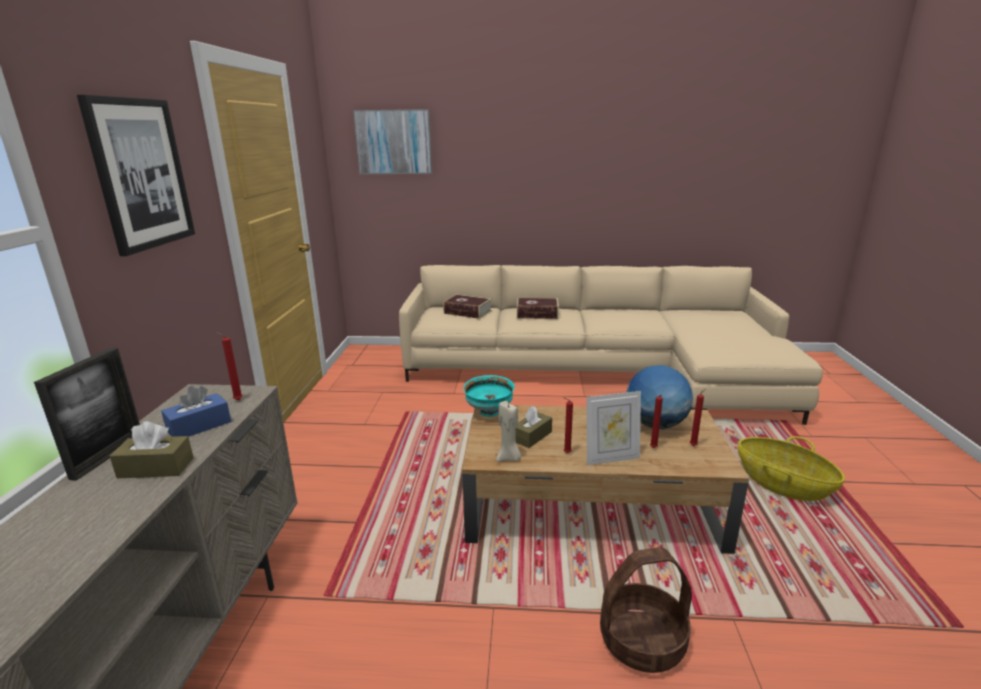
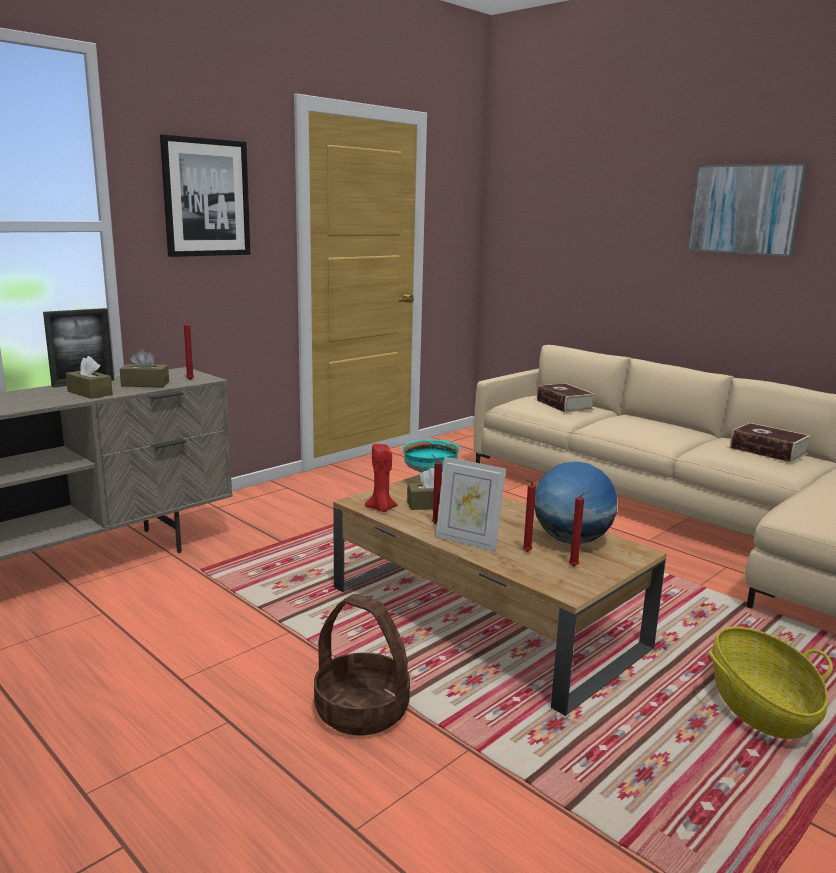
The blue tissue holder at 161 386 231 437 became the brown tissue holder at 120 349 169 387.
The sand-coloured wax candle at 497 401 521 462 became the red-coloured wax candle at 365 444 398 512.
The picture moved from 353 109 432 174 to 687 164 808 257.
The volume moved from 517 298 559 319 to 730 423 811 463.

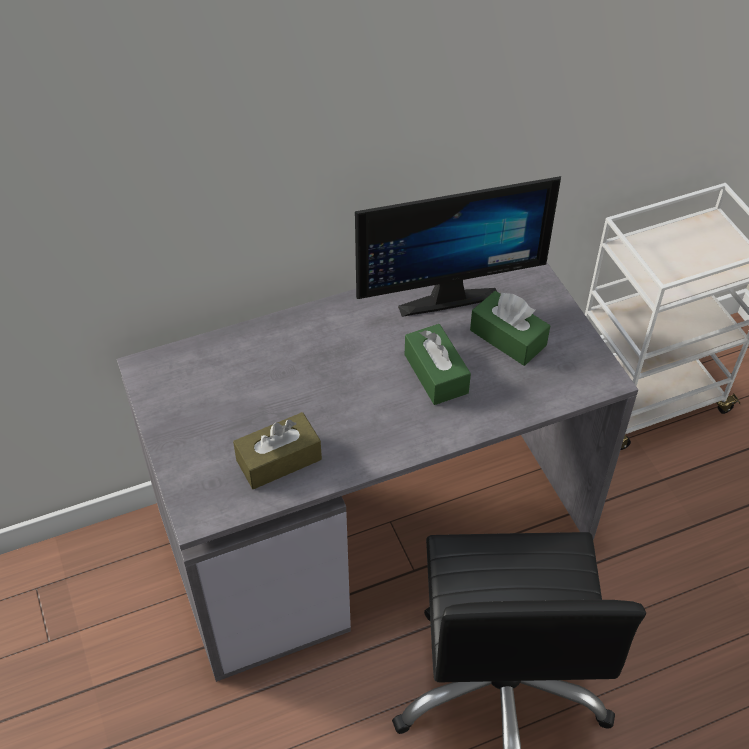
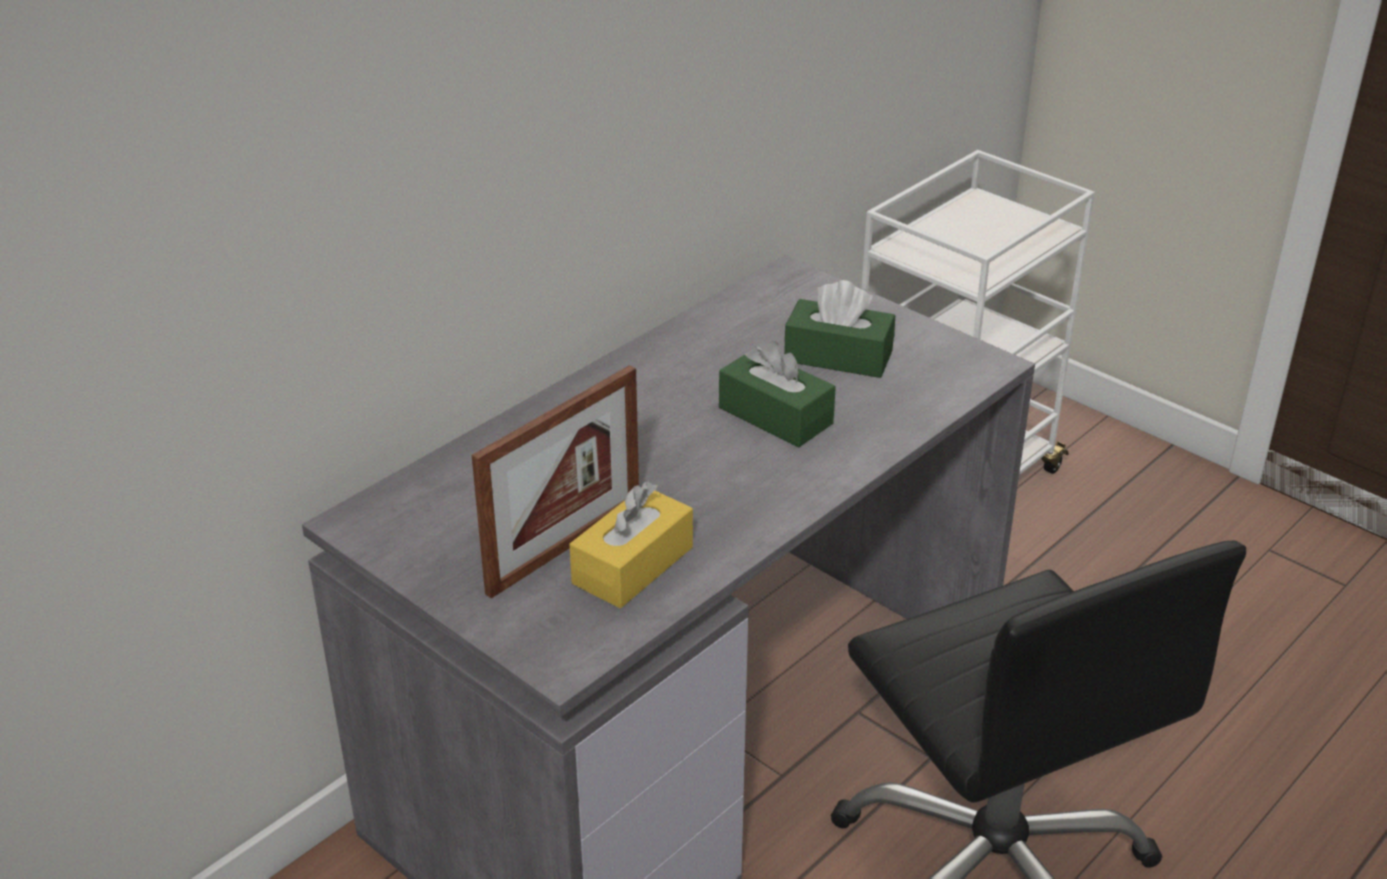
The picture frame at 472 365 639 599 appeared.
The brown tissue holder at 233 412 322 489 became the yellow tissue holder at 569 481 693 608.
The computer display at 355 176 561 317 disappeared.

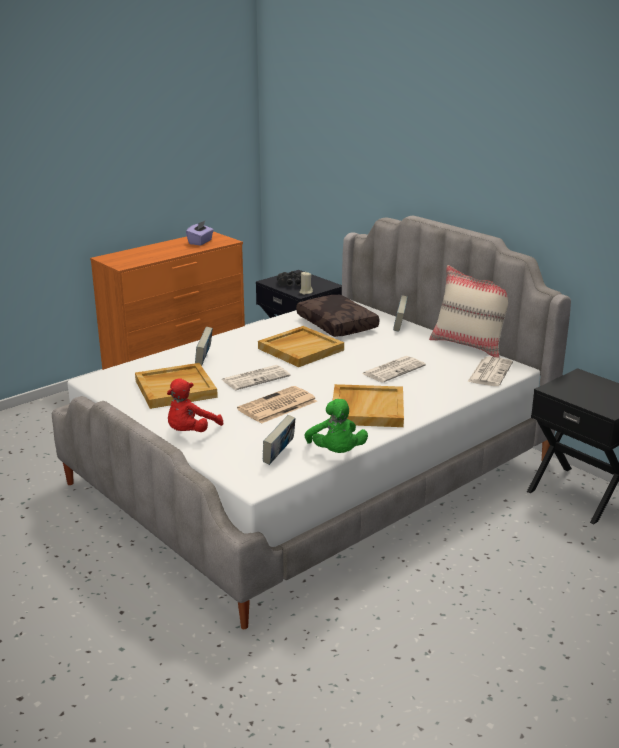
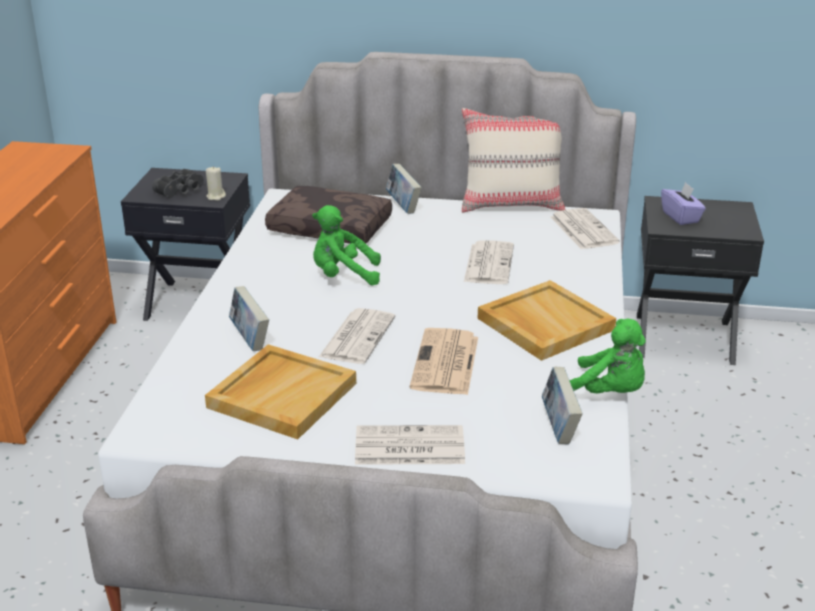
The sand-coloured carrying tray at 258 326 344 367 was replaced by the green plush toy at 312 205 381 286.
The red-coloured plush toy at 167 378 223 432 was replaced by the daily paper at 355 425 465 465.
The purple tissue holder moved from 186 221 214 246 to 661 182 706 225.

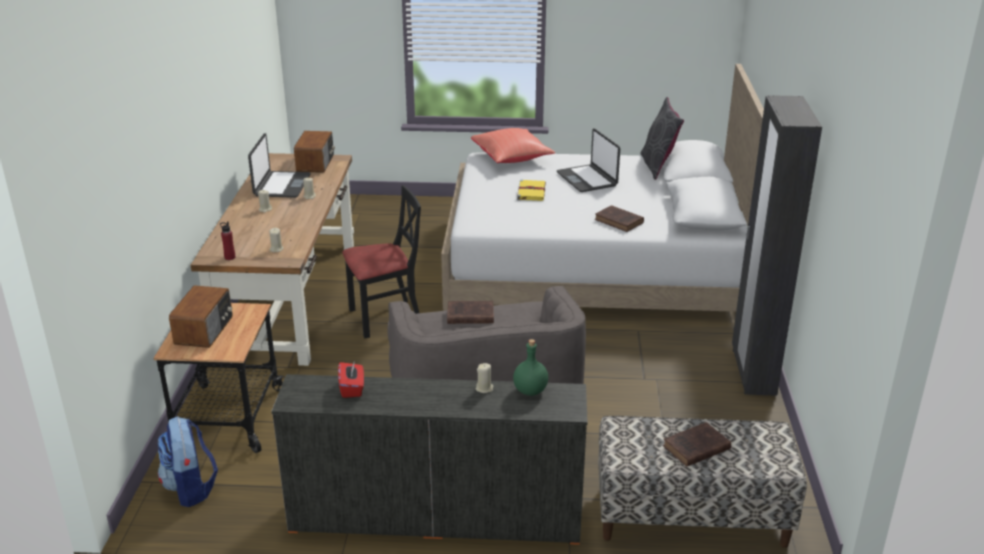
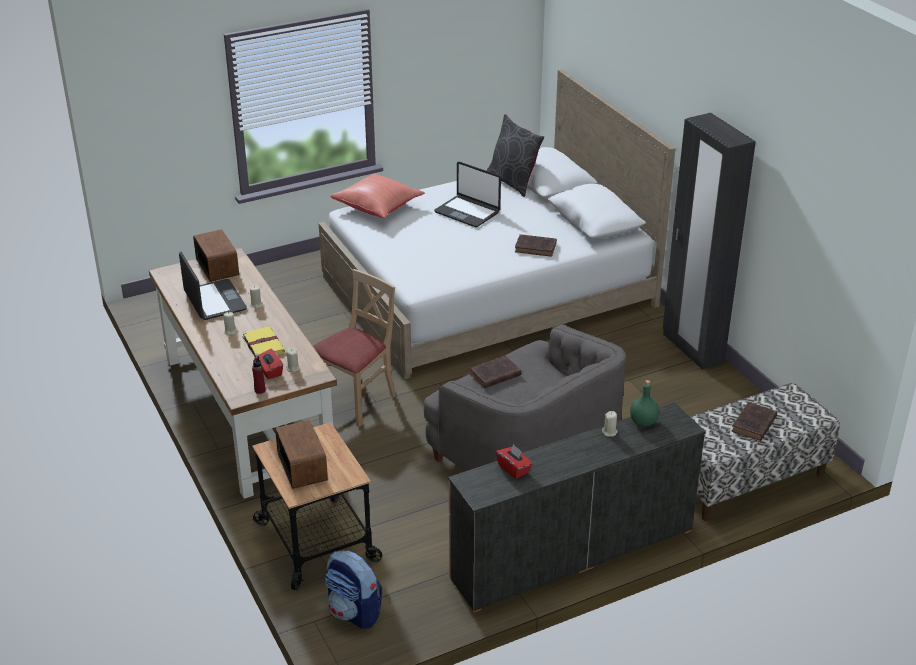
The yellow volume moved from 517 180 546 201 to 242 326 285 357.
The red-coloured tissue holder at 255 349 283 379 appeared.
The black chair at 342 185 421 338 became the sand-coloured chair at 313 269 396 427.

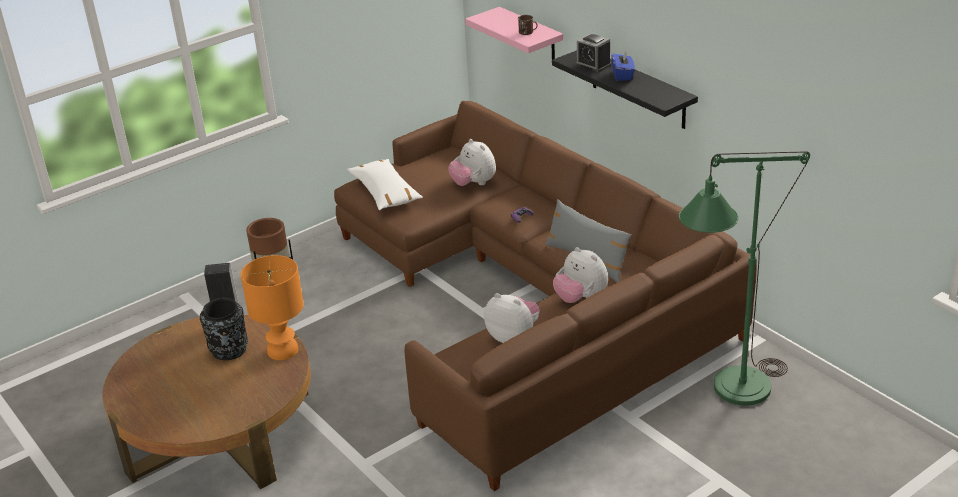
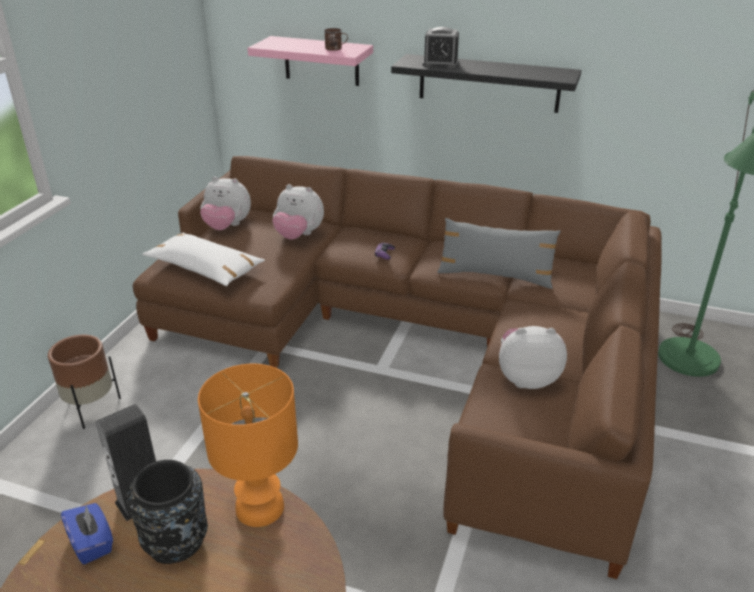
The blue tissue holder moved from 611 51 635 81 to 61 503 113 564.
The plush toy moved from 553 247 608 303 to 200 177 251 230.

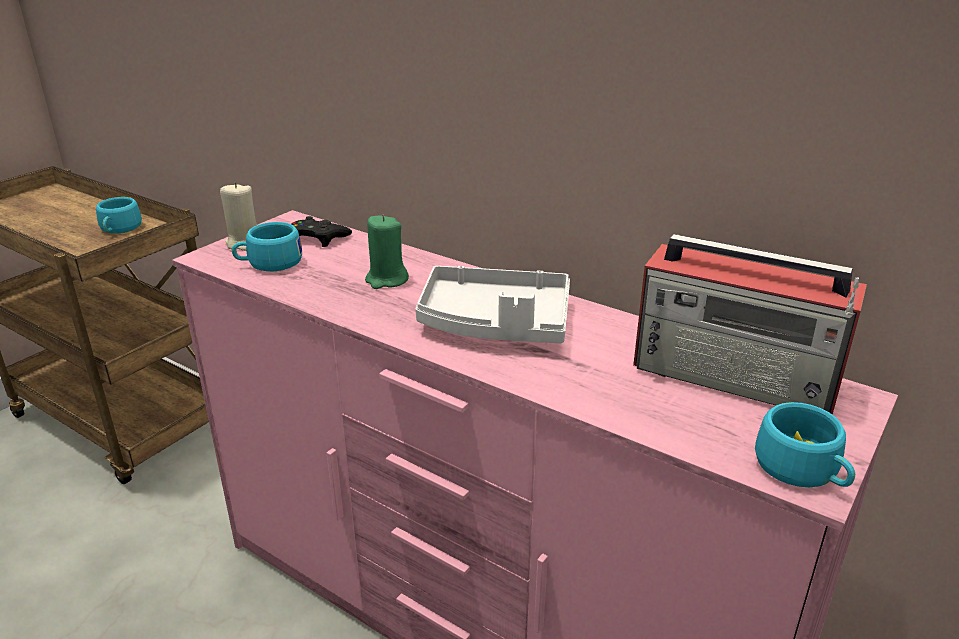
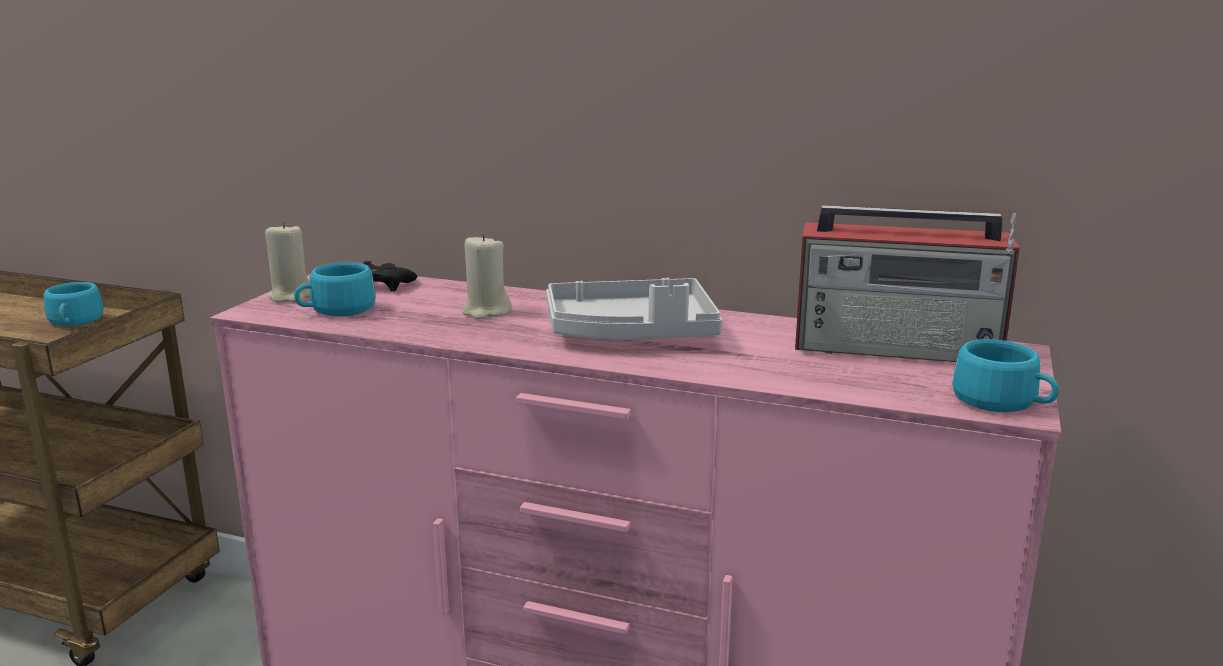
The green wax candle at 365 214 409 289 became the sand-coloured wax candle at 462 234 512 320.

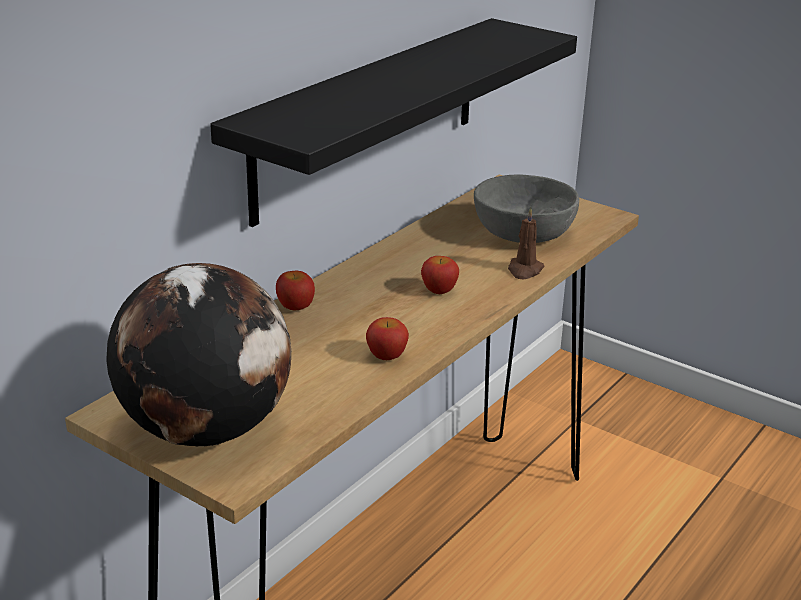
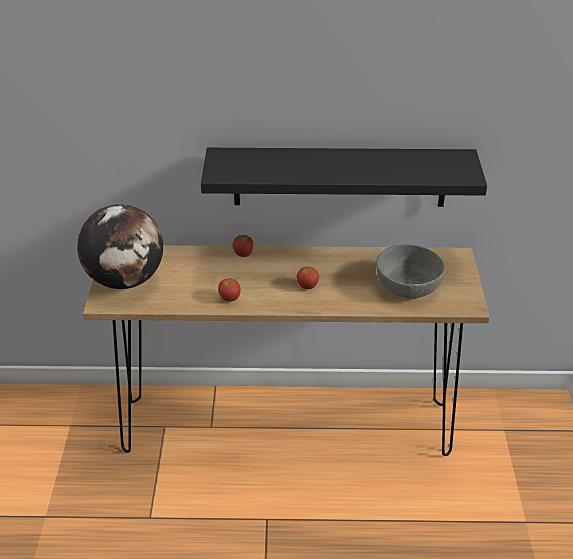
The brown wax candle at 508 207 545 279 disappeared.

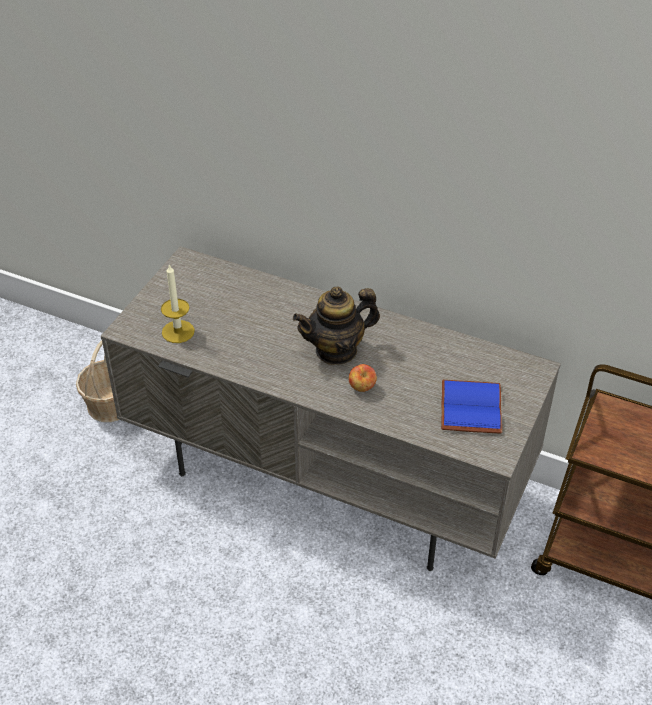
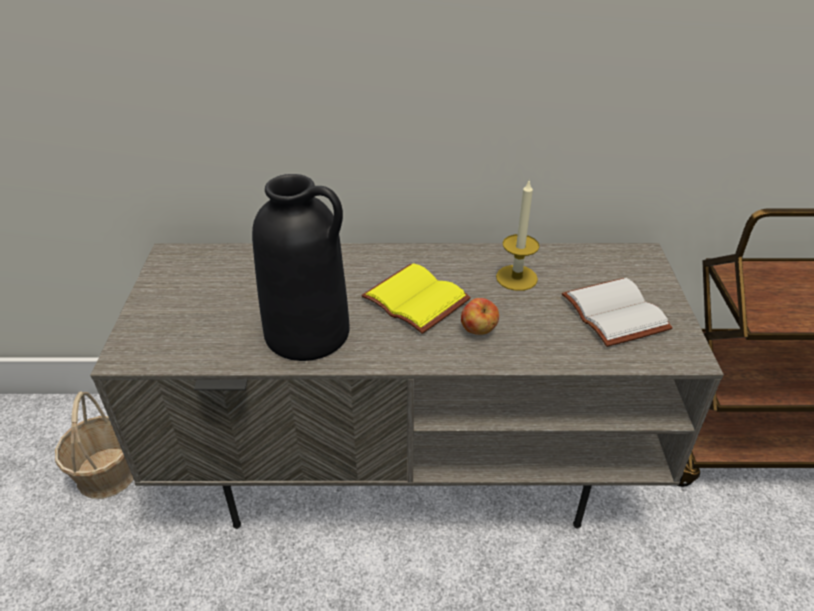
The black vase at 252 174 350 361 appeared.
The teapot at 293 286 380 365 was replaced by the yellow volume at 361 263 471 334.
The wax candle moved from 161 264 195 343 to 496 179 540 291.
The blue volume at 441 380 502 434 became the white volume at 562 278 673 347.

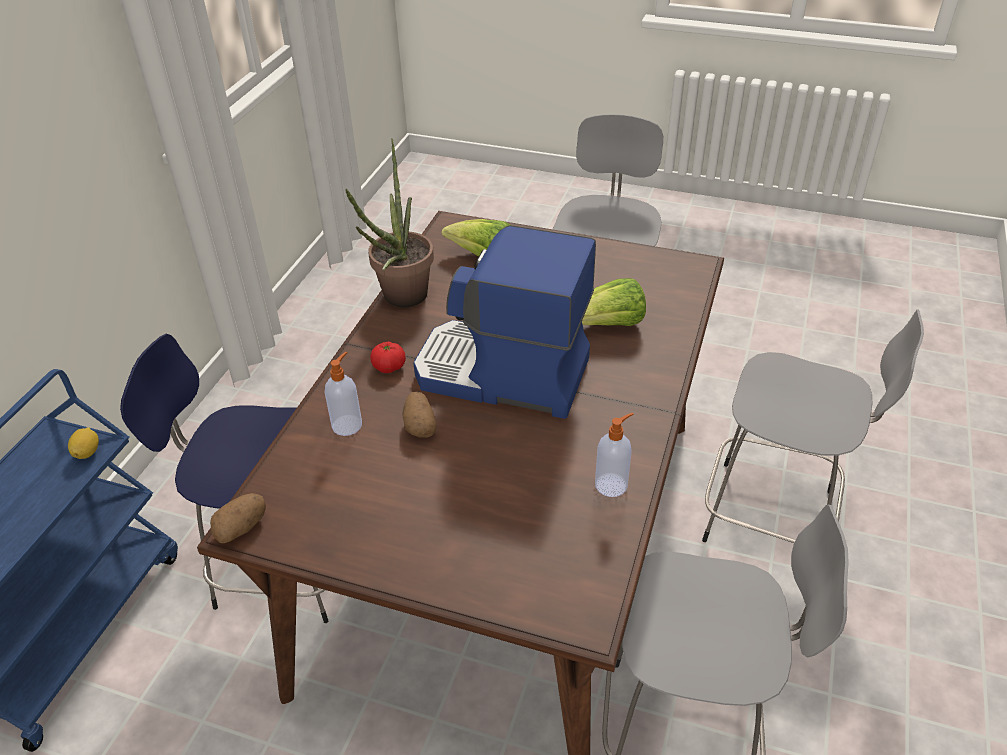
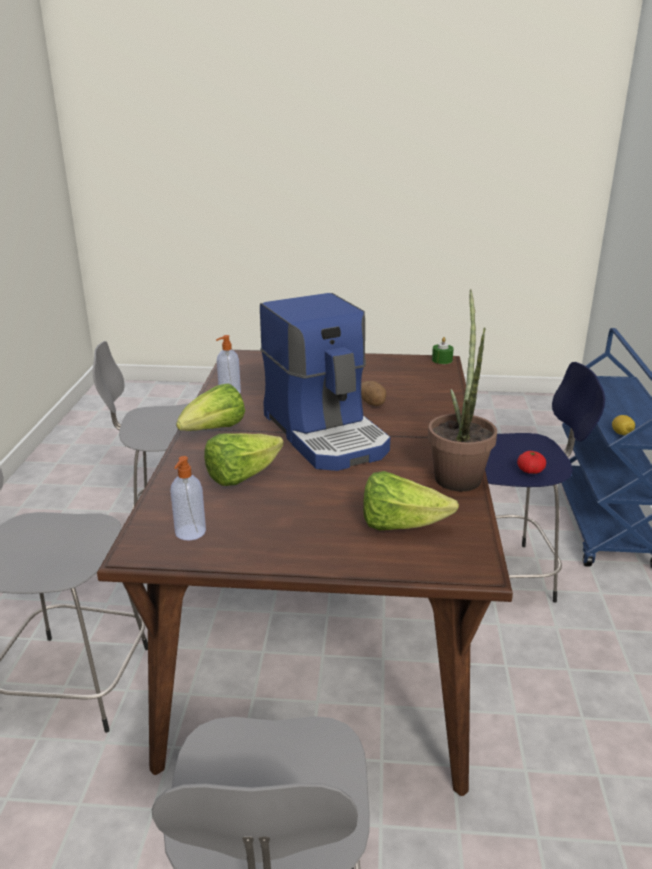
The liquid soap bottle moved from 325 352 362 436 to 170 456 206 540.
The lettuce head at 176 383 245 431 appeared.
The coffee machine at 413 225 596 419 turned 60 degrees clockwise.
The whole potato at 210 493 266 543 was replaced by the green wax candle at 432 337 454 364.
The whole tomato moved from 370 342 406 373 to 517 451 546 474.

